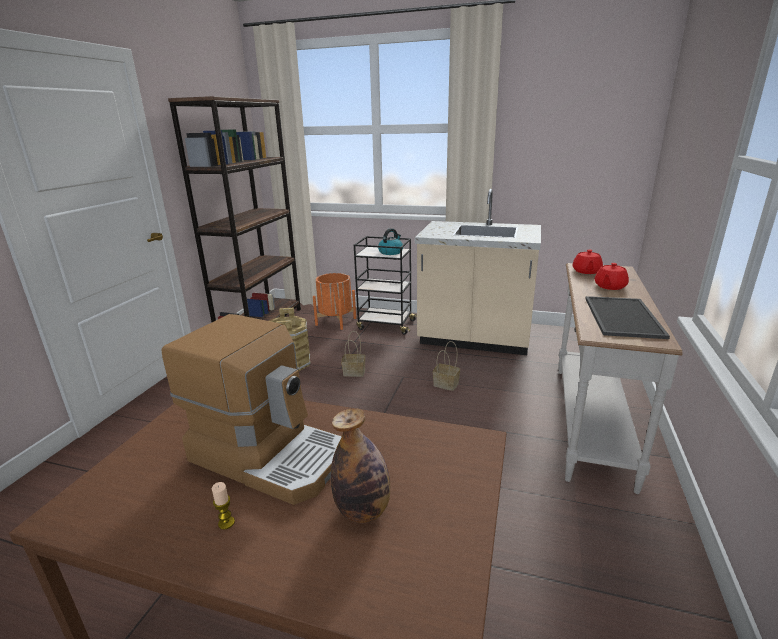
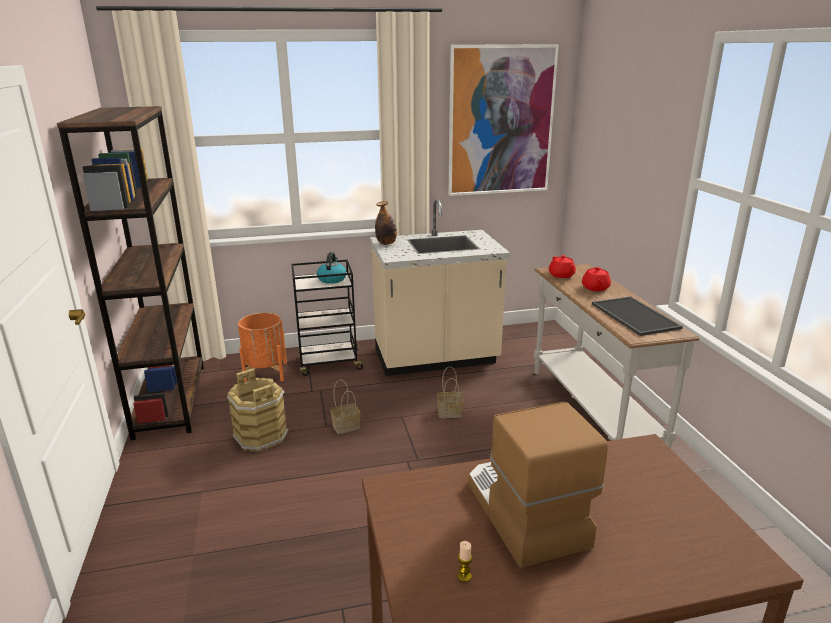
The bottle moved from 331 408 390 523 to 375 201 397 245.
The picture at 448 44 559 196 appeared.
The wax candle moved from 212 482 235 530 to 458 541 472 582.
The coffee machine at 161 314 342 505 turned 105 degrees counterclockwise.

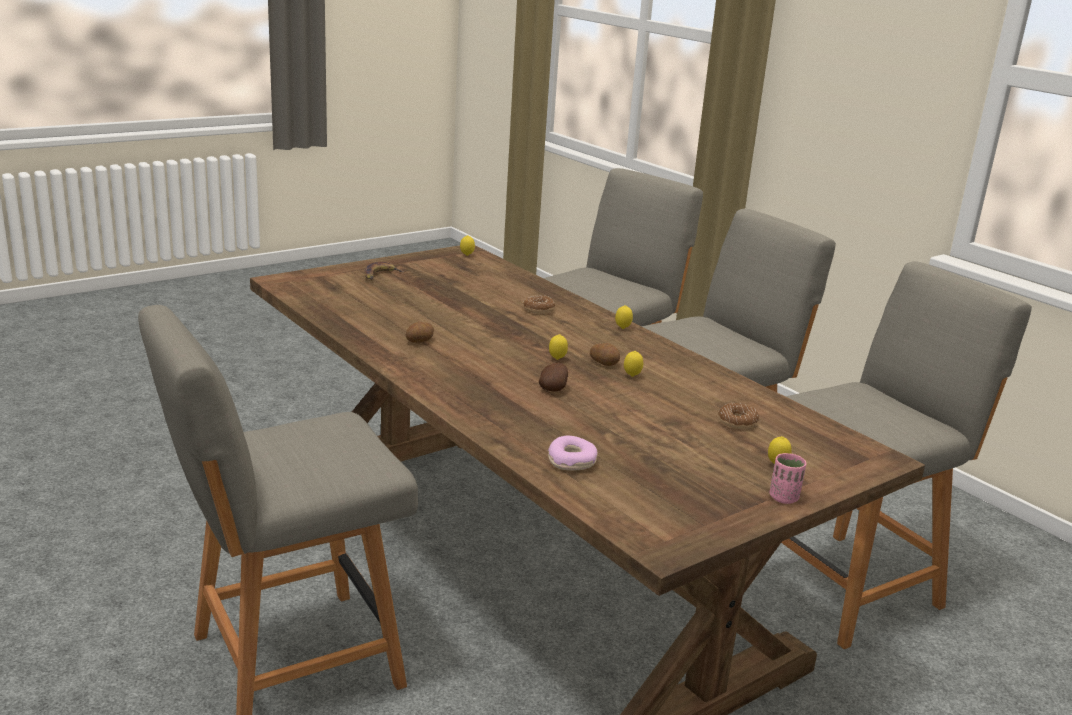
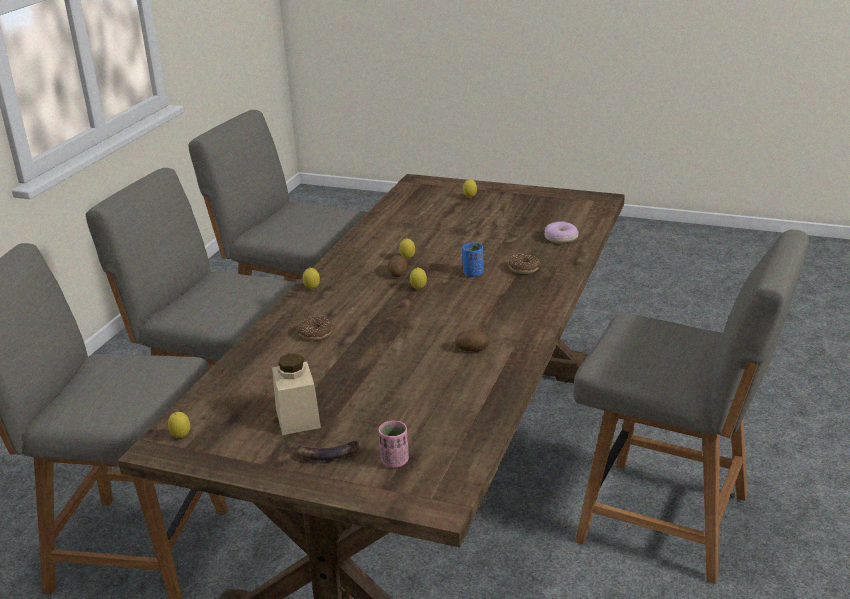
The sand-coloured storage jar at 272 354 321 435 appeared.
The pinkish drinking cup moved from 770 453 806 504 to 378 421 409 468.
The whole potato at 539 363 568 391 was replaced by the blue drinking cup at 462 242 484 277.
The ring doughnut moved from 718 403 759 429 to 508 254 540 274.

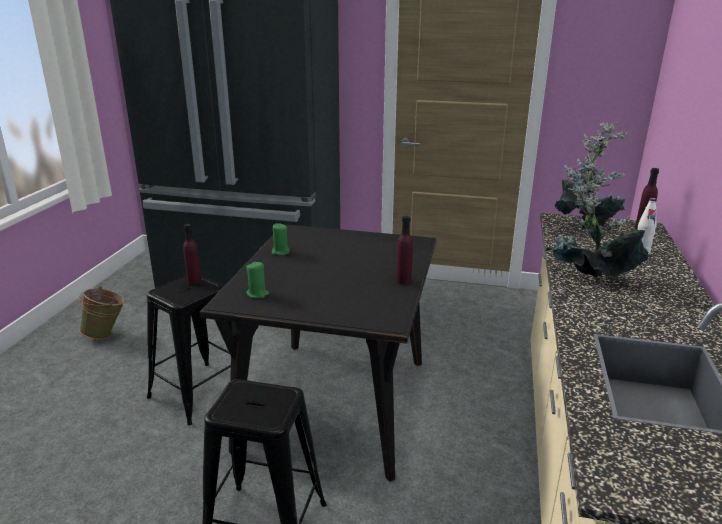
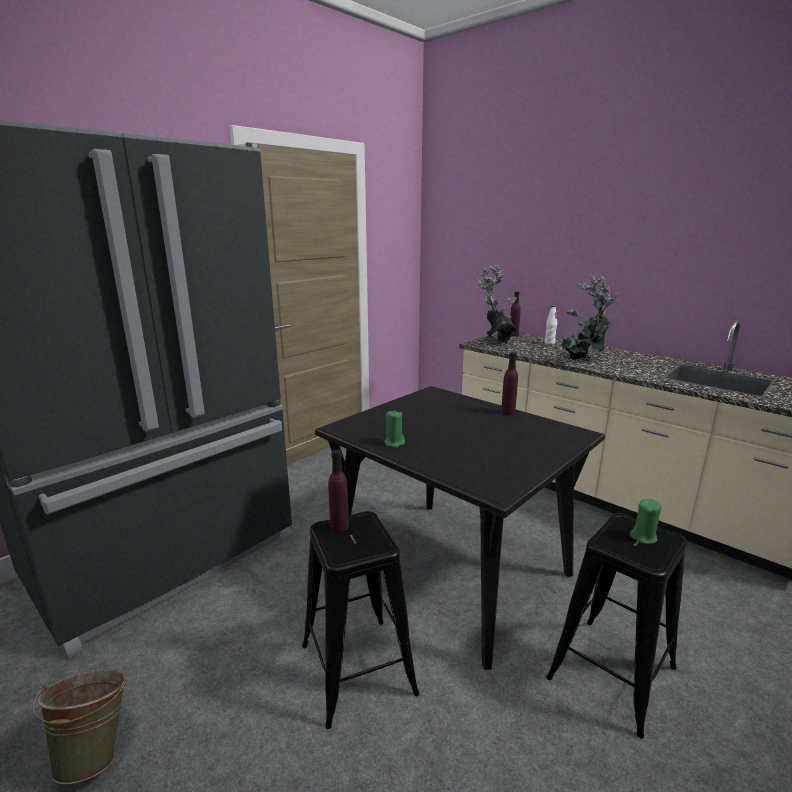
The green wax candle moved from 246 262 269 298 to 630 499 662 544.

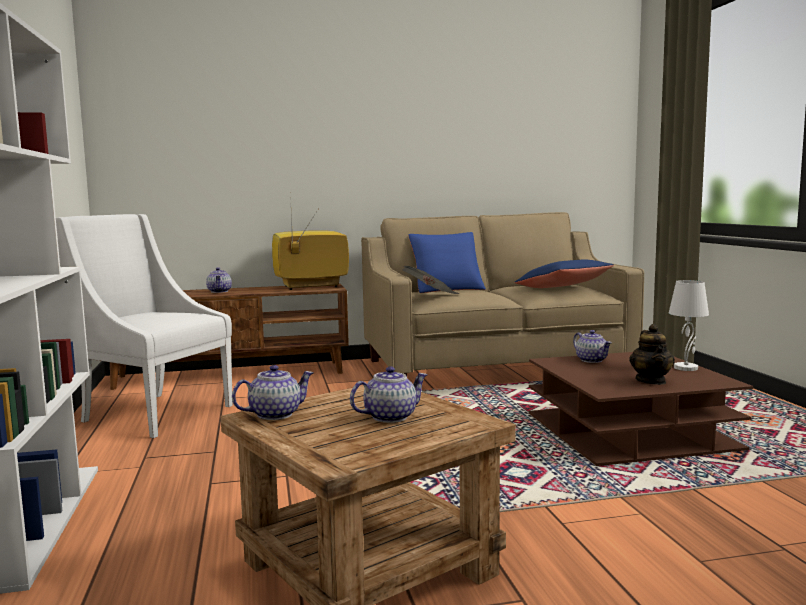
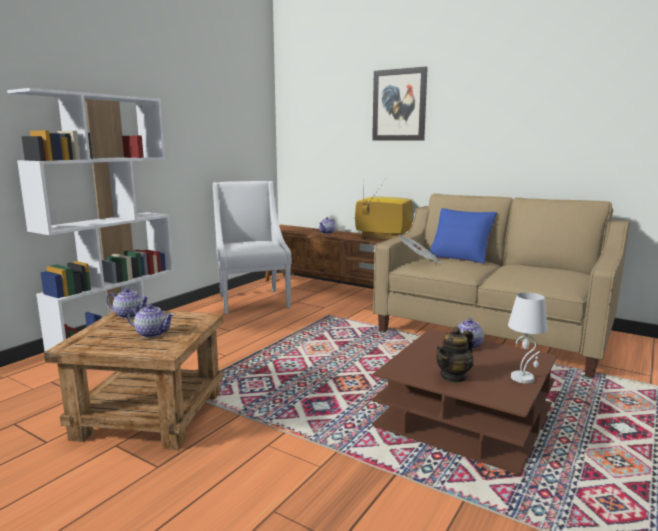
The picture at 372 67 428 141 appeared.
The blue throw pillow at 514 260 614 288 disappeared.

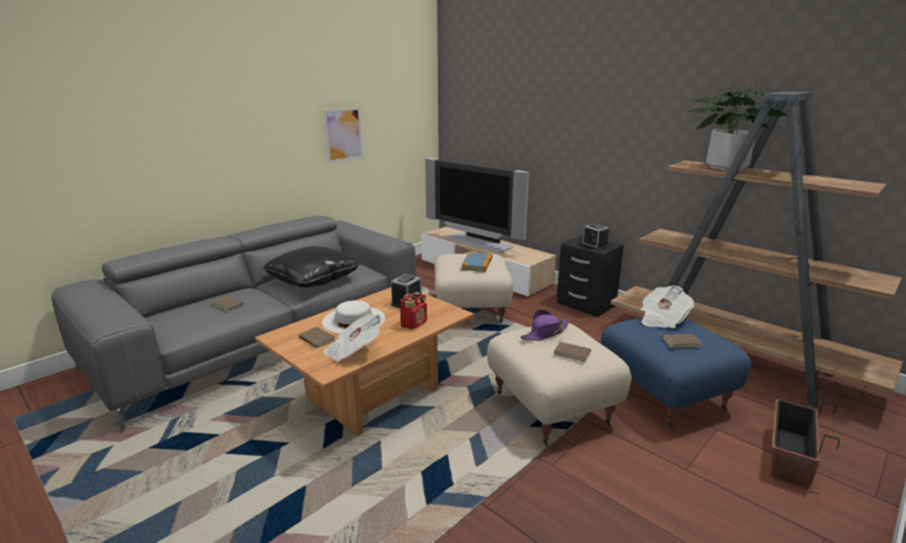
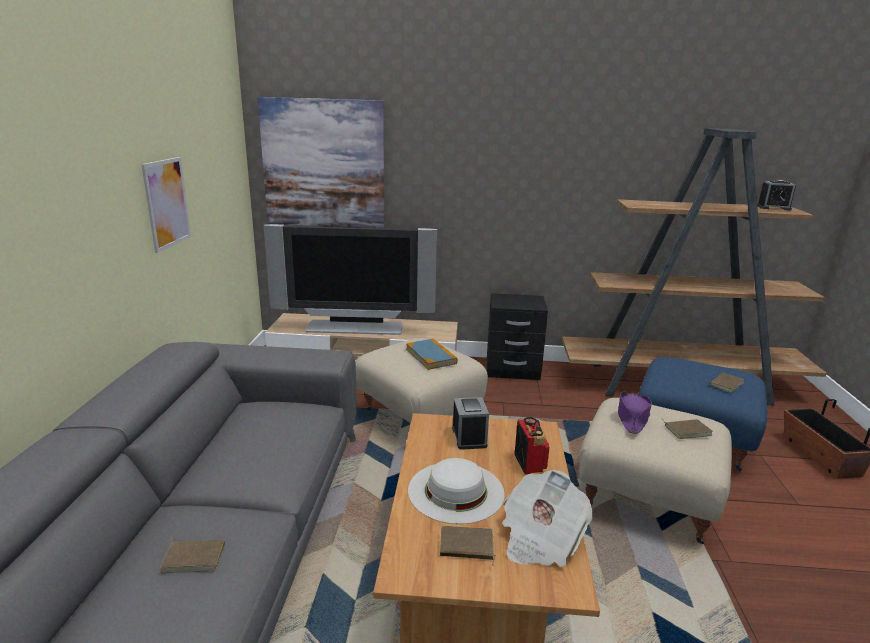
The picture at 257 97 384 228 appeared.
The table clock moved from 581 224 609 250 to 757 179 796 211.
The black throw pillow at 263 246 359 288 disappeared.
The daily paper at 641 286 694 329 disappeared.
The houseplant at 689 89 787 171 disappeared.

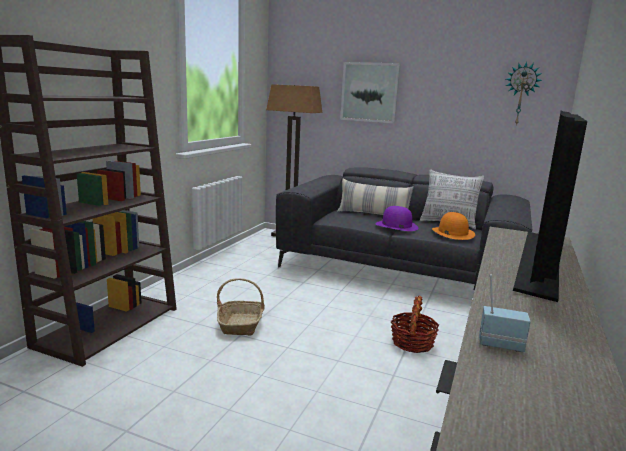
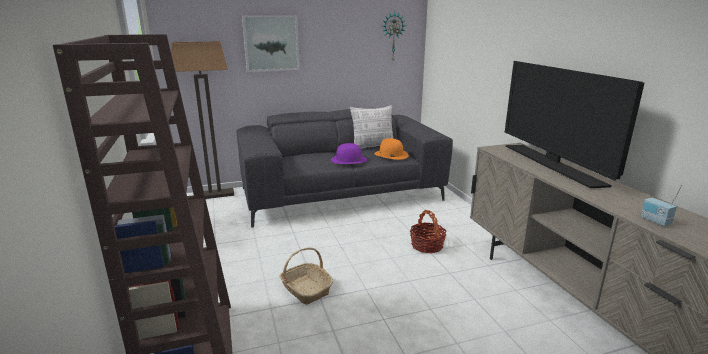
The radio set at 479 275 531 352 turned 90 degrees counterclockwise.
The throw pillow at 337 179 414 215 disappeared.

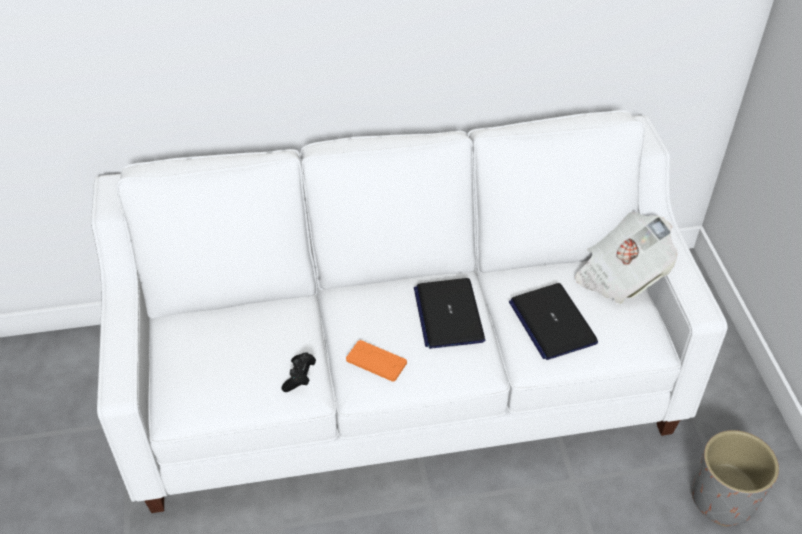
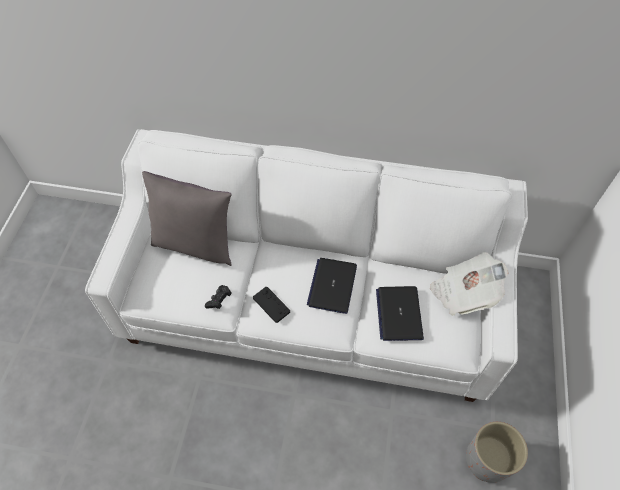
The greyish throw pillow at 142 171 232 266 appeared.
The orange-coloured gamepad at 346 340 407 382 became the black gamepad at 253 287 290 323.

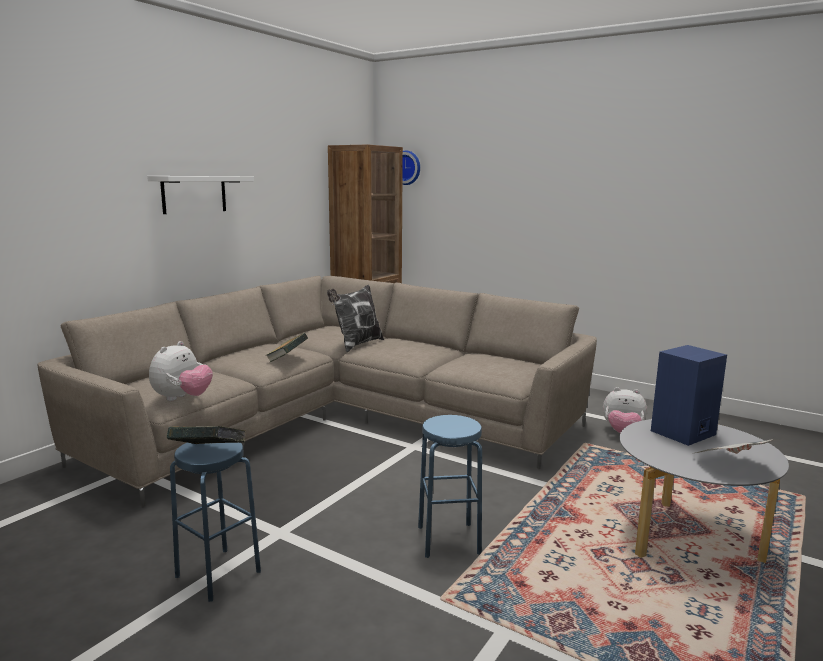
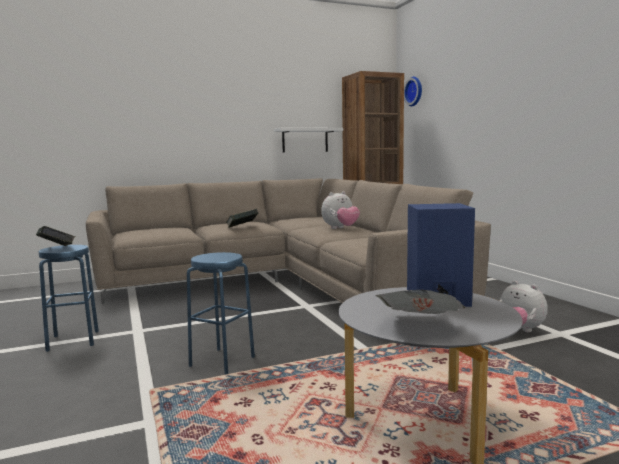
The white wall shelf moved from 147 176 254 214 to 274 128 343 153.
The plush toy moved from 149 341 213 401 to 321 191 360 229.
The throw pillow at 327 285 384 352 disappeared.

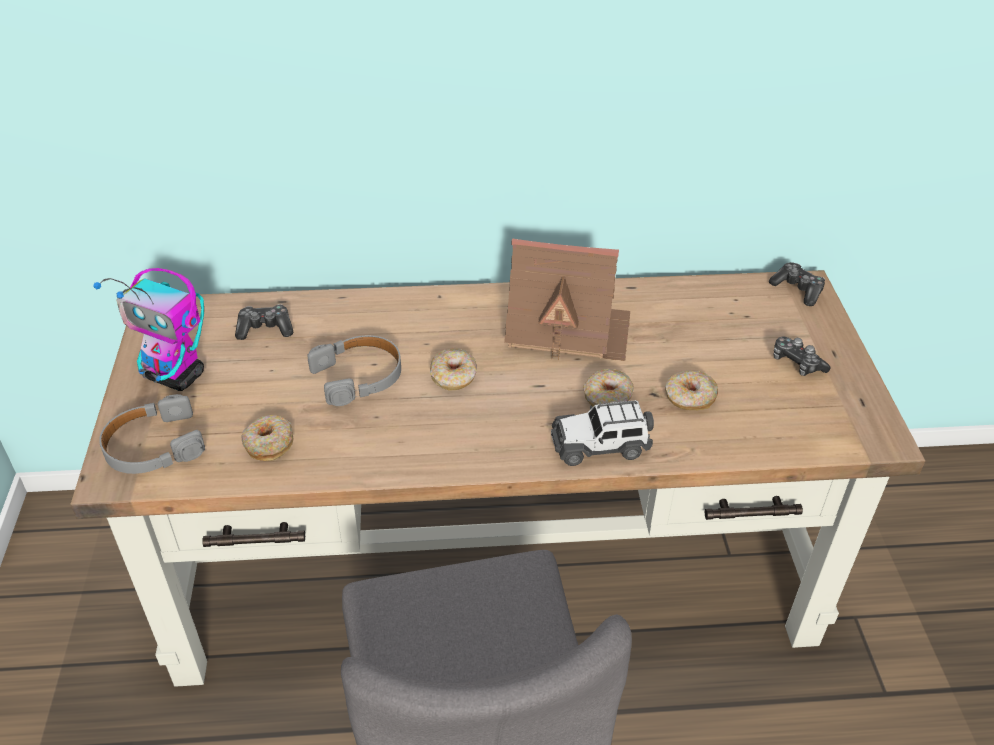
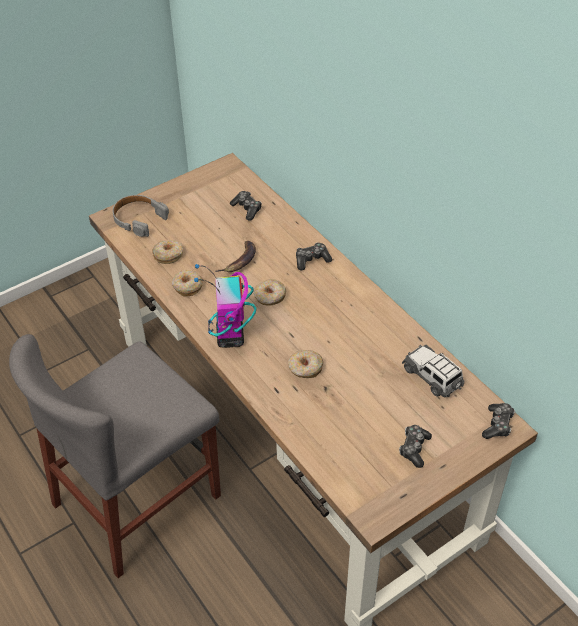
The ring doughnut moved from 665 370 718 410 to 172 270 202 296.
The robot figure moved from 93 268 204 391 to 194 264 257 348.
The greyish headset at 307 335 401 406 was replaced by the banana fruit at 216 241 256 272.
The gamepad at 296 242 332 271 appeared.
The model car moved from 551 400 654 466 to 402 345 465 397.
The model house at 504 238 630 361 disappeared.

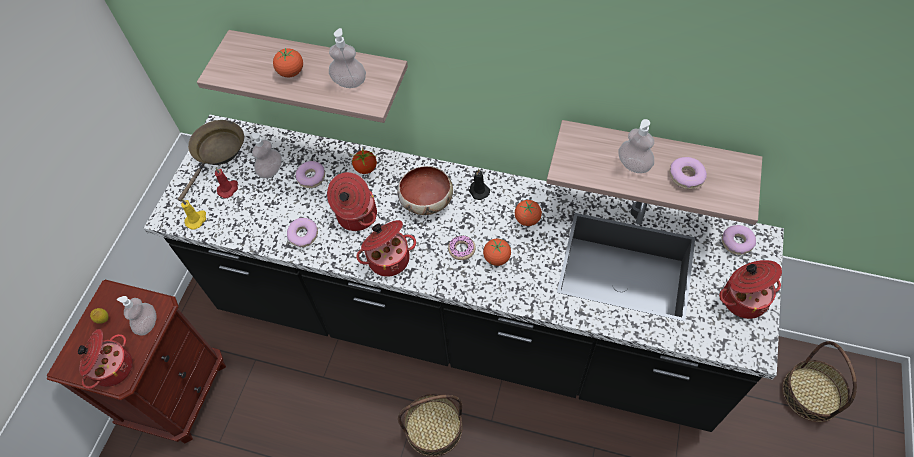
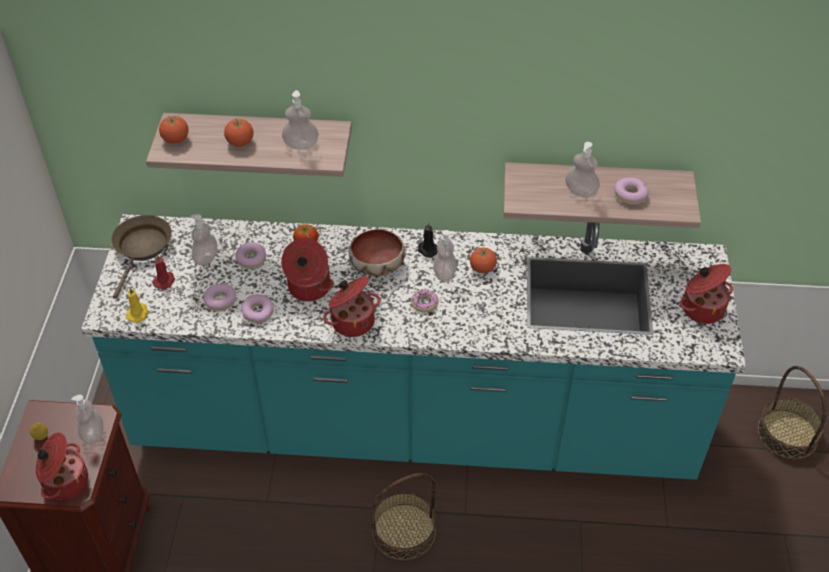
The black counter at 144 115 784 432 became the turquoise-coloured counter at 81 214 746 480.
The whole tomato moved from 483 239 511 266 to 159 116 189 144.
The ring doughnut moved from 722 225 756 255 to 203 284 236 312.
The liquid soap bottle at 433 230 457 282 appeared.

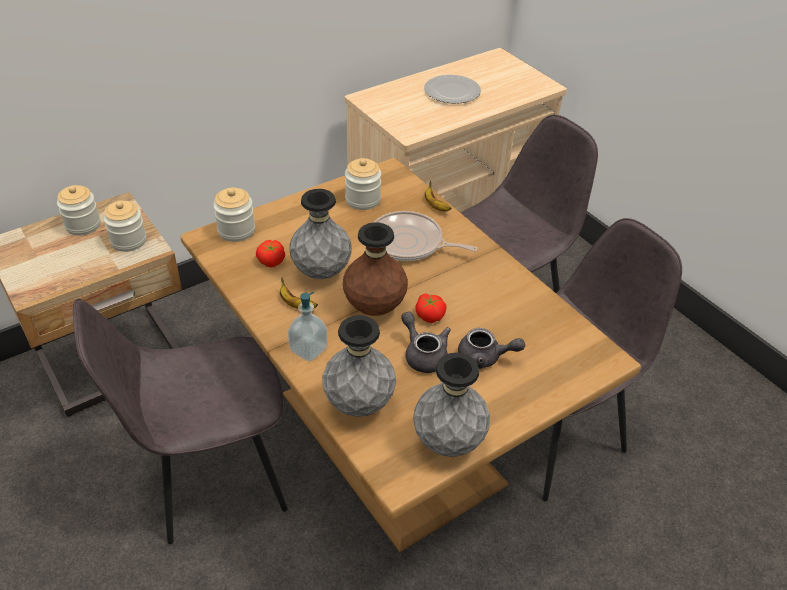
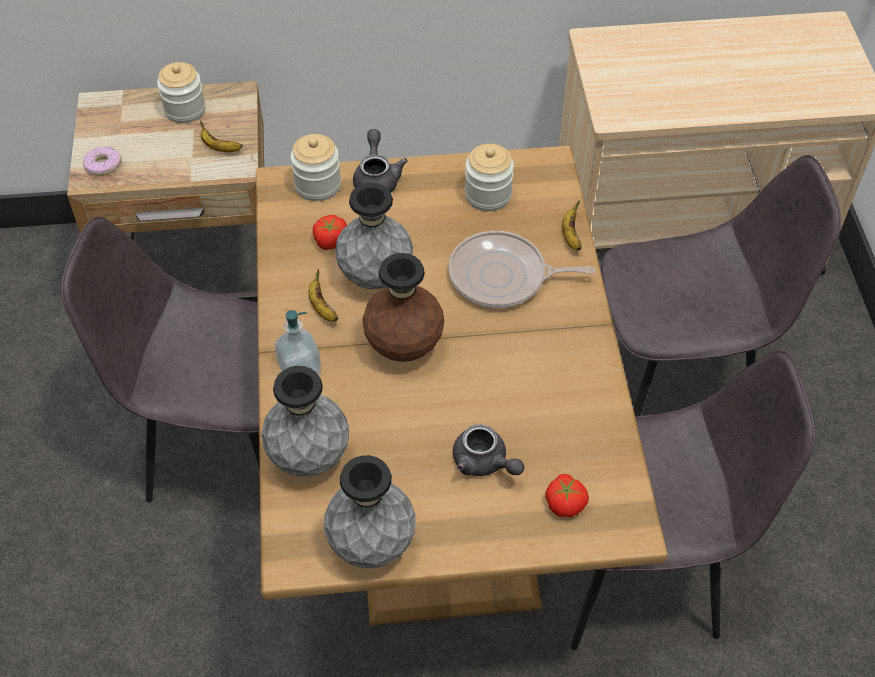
The ring doughnut at 83 146 121 176 appeared.
The storage jar at 103 201 146 252 was replaced by the banana fruit at 200 121 243 152.
The greyish teapot moved from 401 311 451 373 to 353 129 408 192.
The pan at 374 211 478 261 turned 45 degrees counterclockwise.
The whole tomato moved from 415 294 447 323 to 545 474 589 517.
The dinner plate at 424 75 481 104 disappeared.

